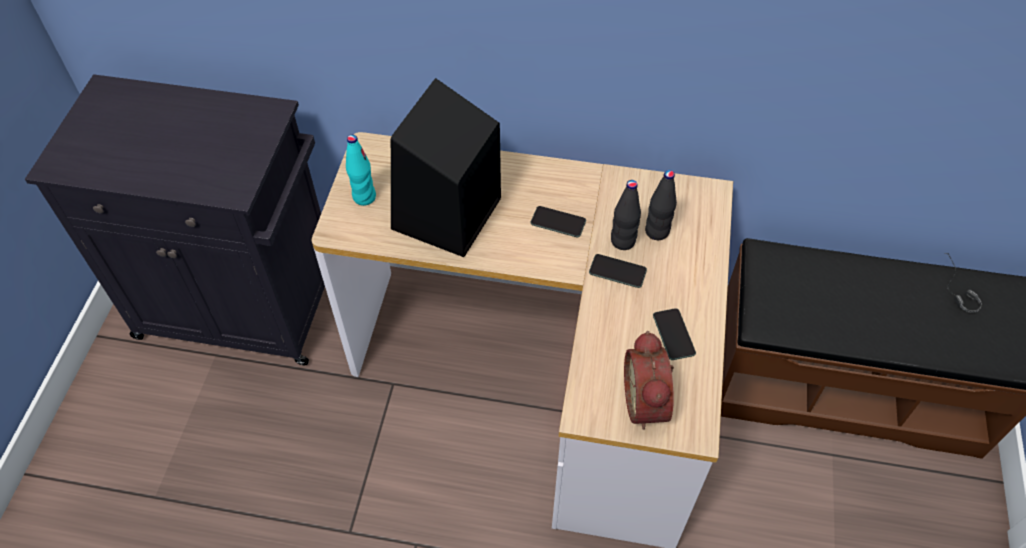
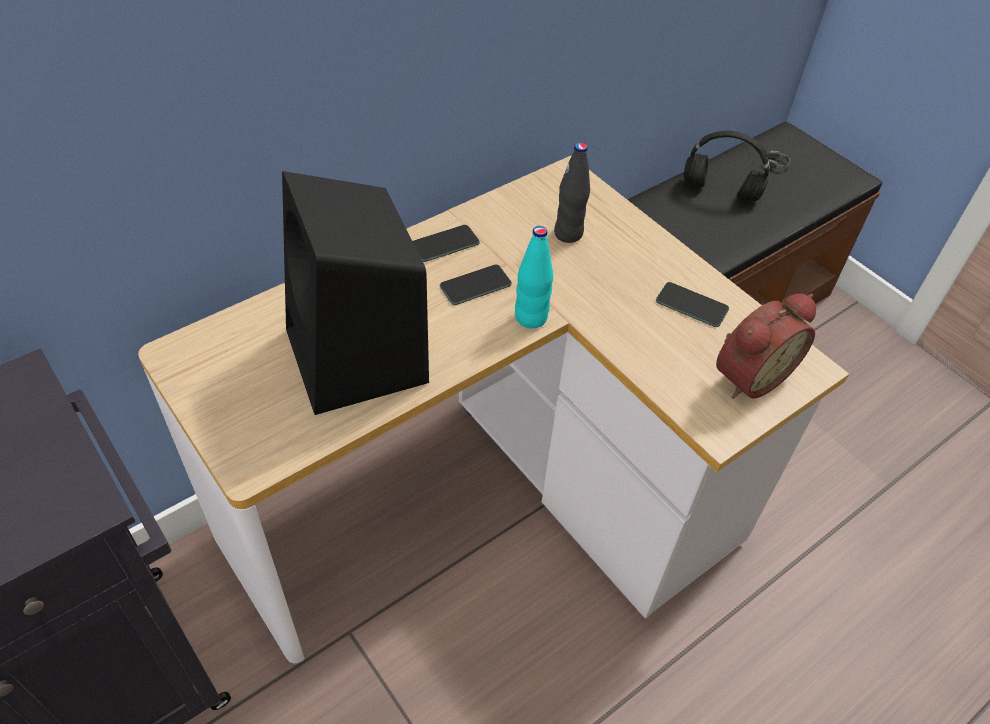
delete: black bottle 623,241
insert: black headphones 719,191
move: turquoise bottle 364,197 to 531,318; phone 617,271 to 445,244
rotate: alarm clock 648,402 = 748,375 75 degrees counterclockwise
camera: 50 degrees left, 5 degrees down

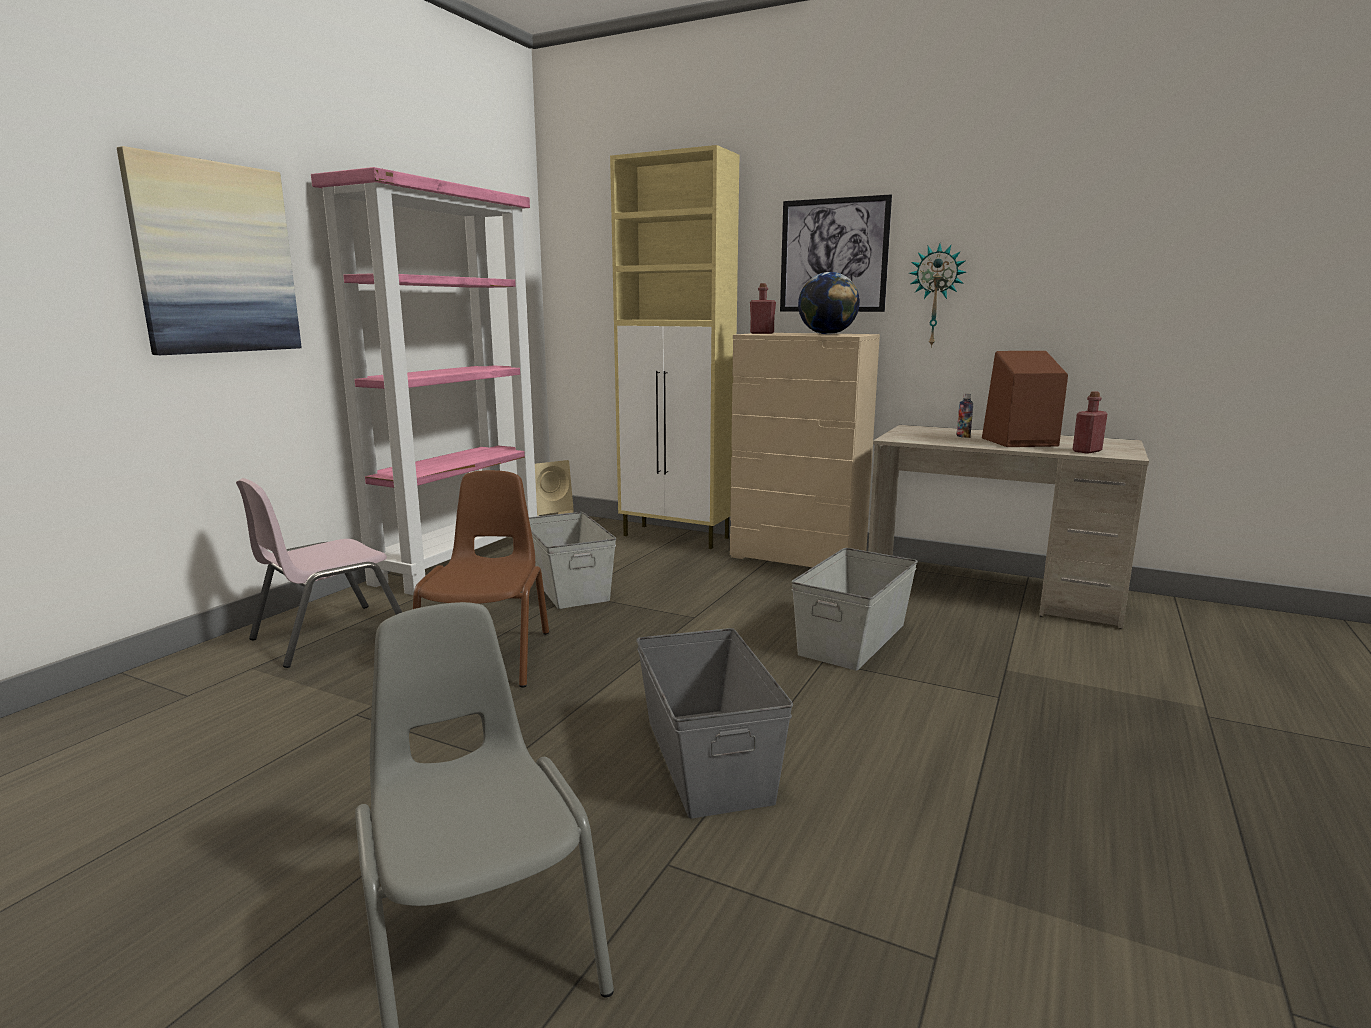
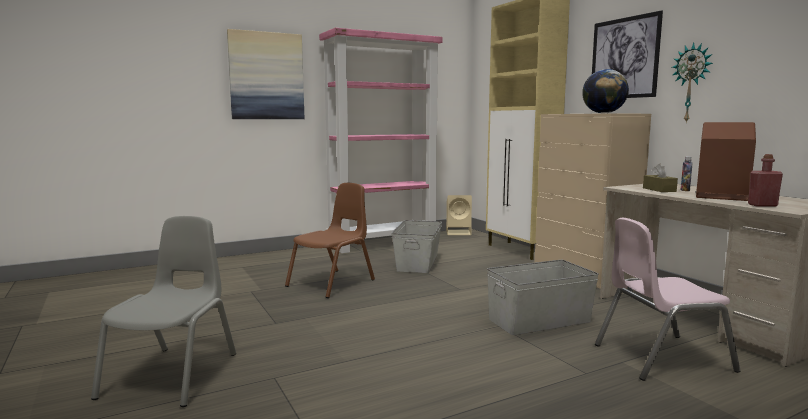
delete: red bottle 762,333; grey storage box 708,758
insert: brown tissue box 659,190
move: pink chair 329,635 to 661,357
camera: 35 degrees right, 5 degrees down

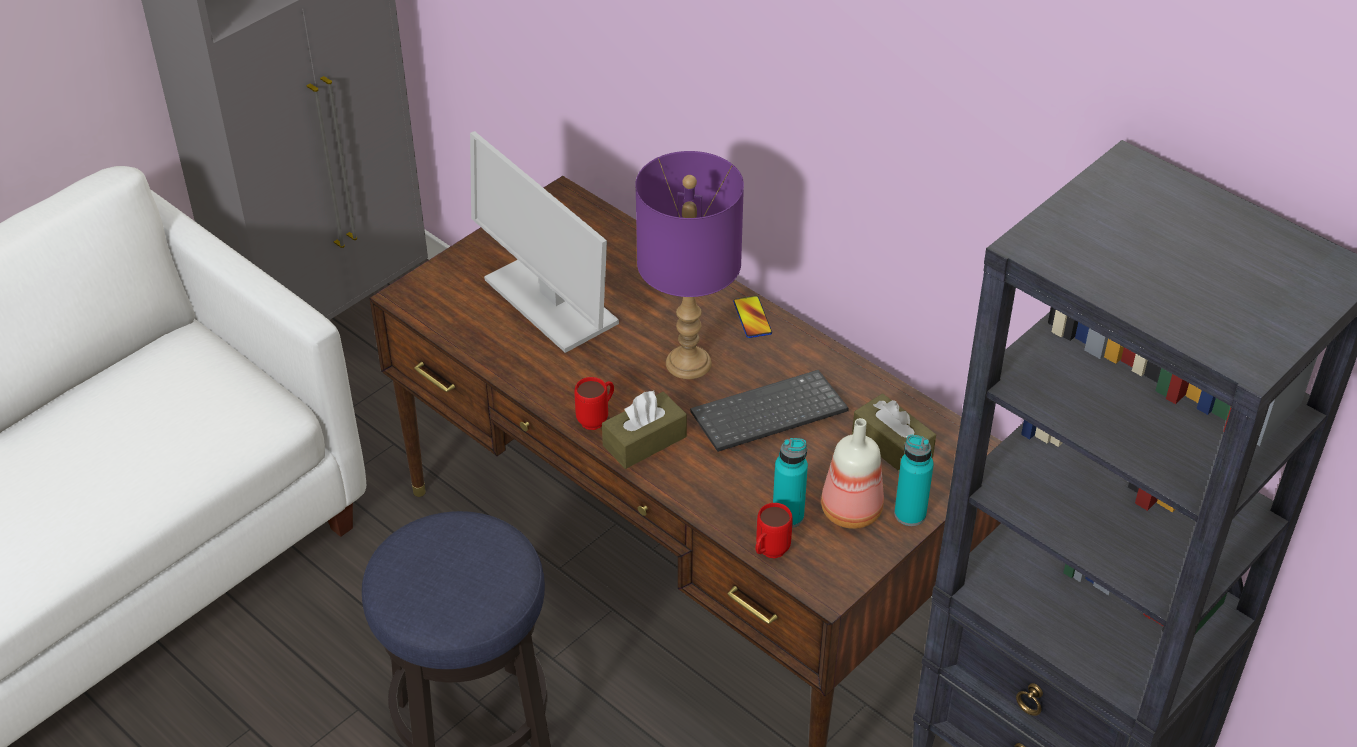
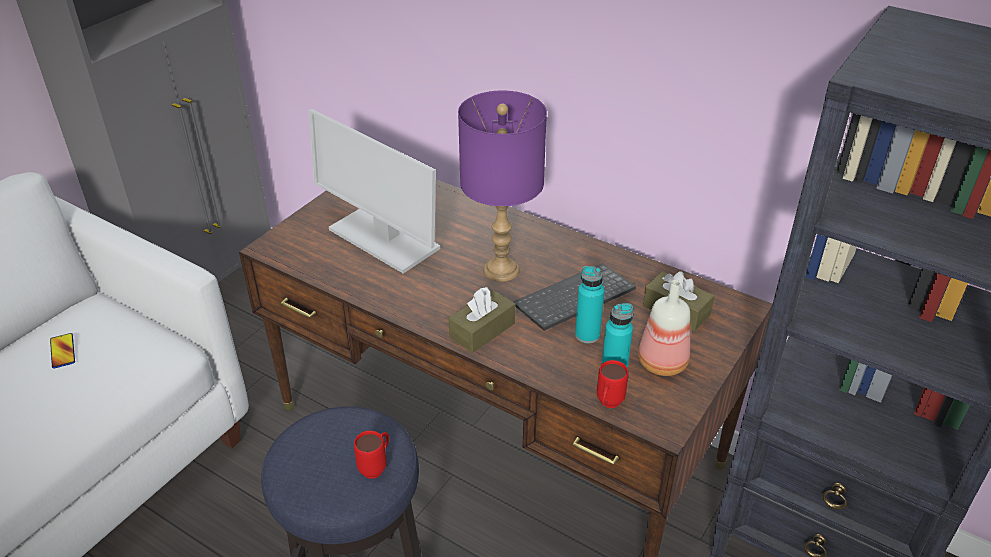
move: phone 752,318 to 63,351; red mug 597,419 to 376,466; turquoise bottle 910,514 to 587,335
camera: 10 degrees left, 5 degrees down

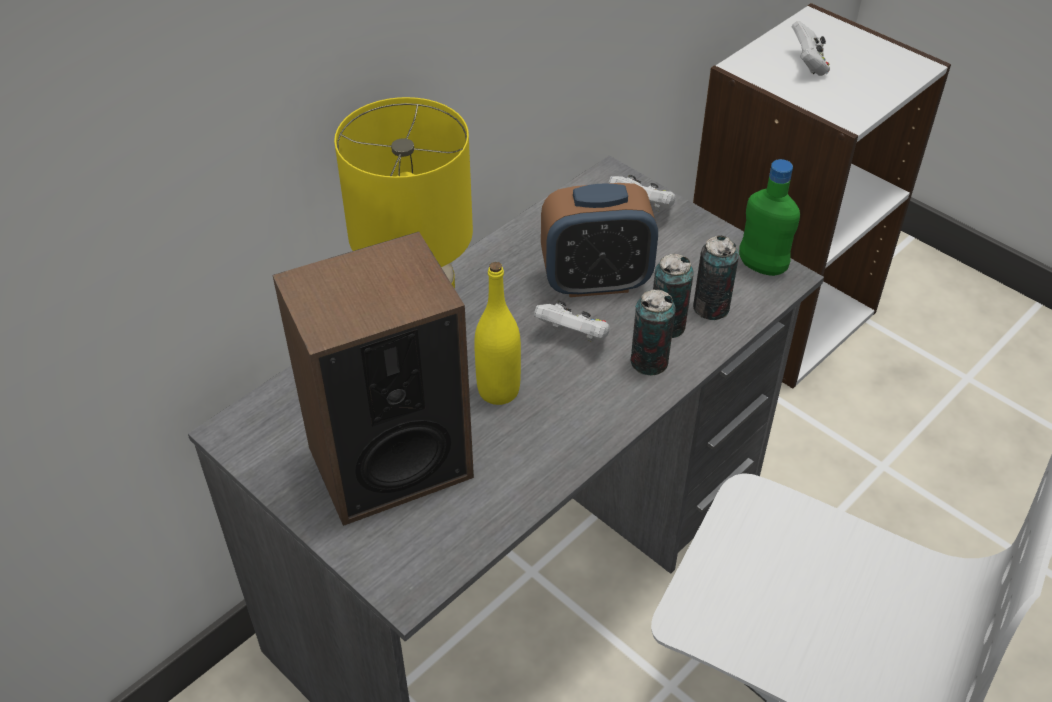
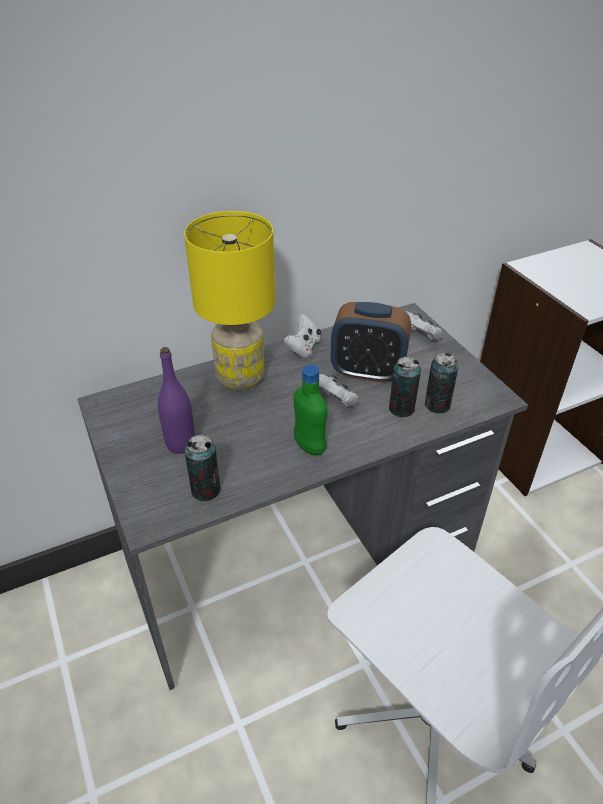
delete: yellow bottle 498,390
move: white game controller 808,65 to 303,348; green bottle 762,267 to 309,446; can 649,362 to 205,490
replace: speaker 389,462 to purple bottle 181,444
camera: 20 degrees right, 5 degrees down

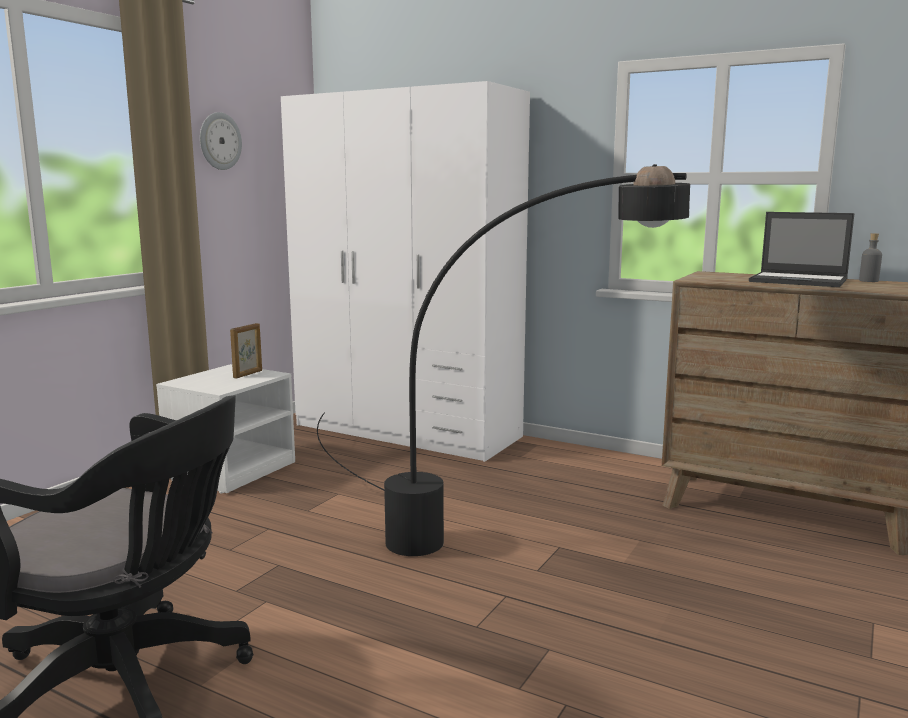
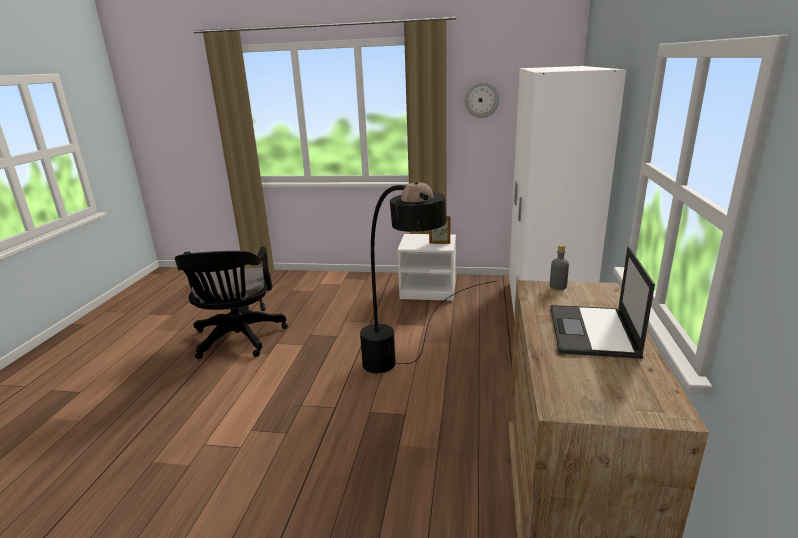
move: grey bottle 868,281 to 558,286
camera: 70 degrees right, 10 degrees up

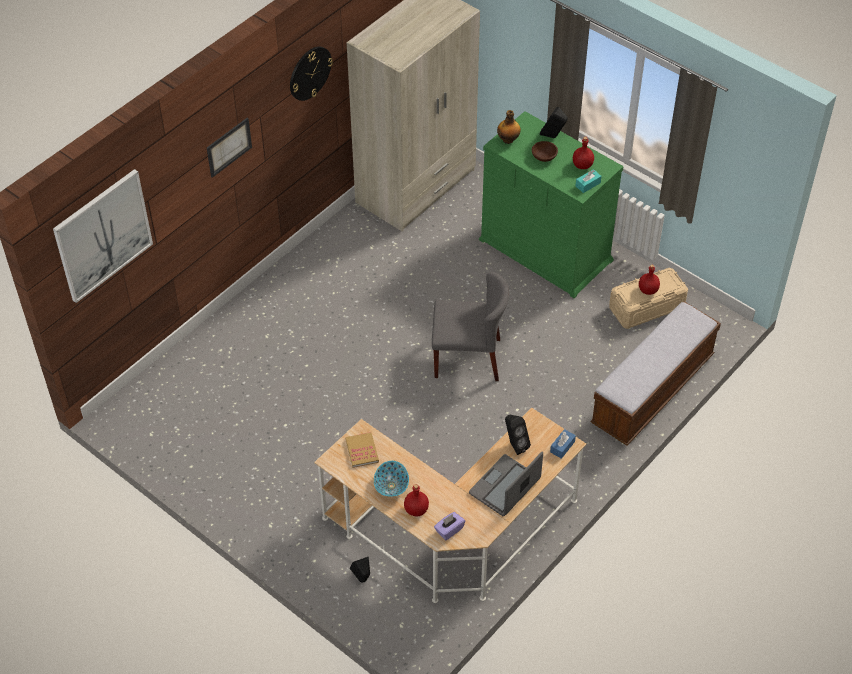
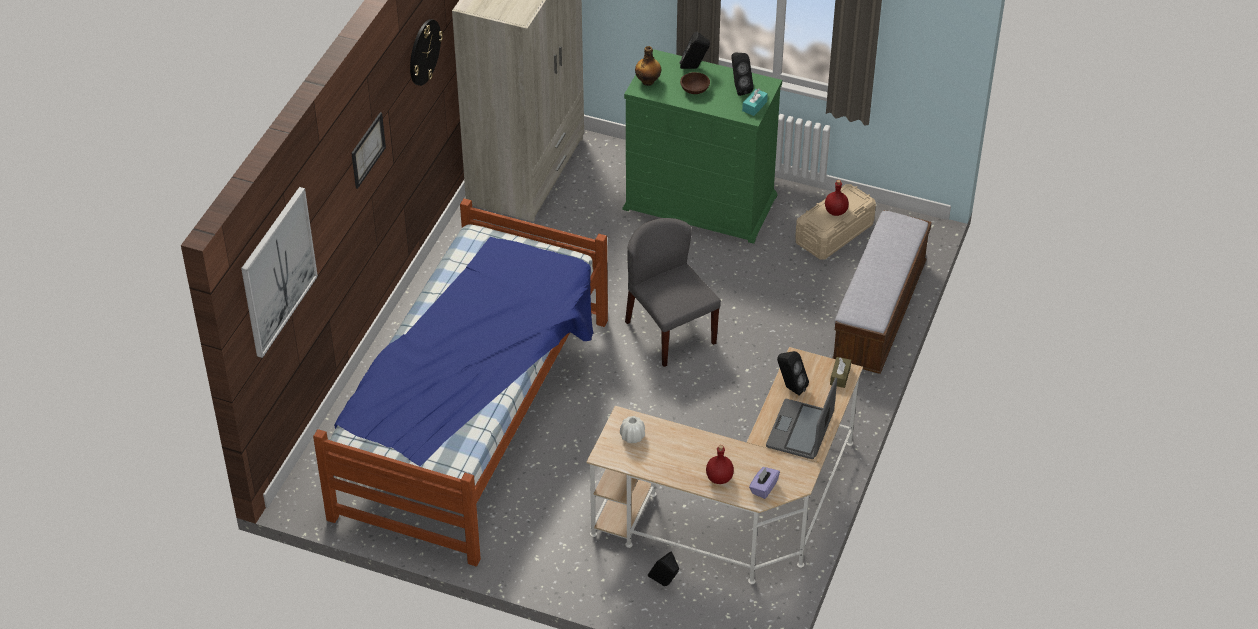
delete: bowl 391,486
insert: bed 475,417
replace: red bottle 582,165 to black speaker 739,88; book 362,451 to white vase 632,437
recolor: blue tissue box 562,447 to brown tissue box 840,376
rotate: grey chair 468,358 = 669,332 105 degrees counterclockwise
camera: 20 degrees left, 5 degrees down

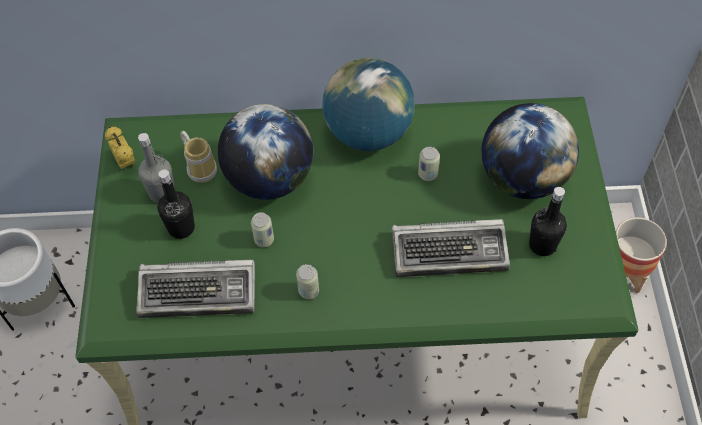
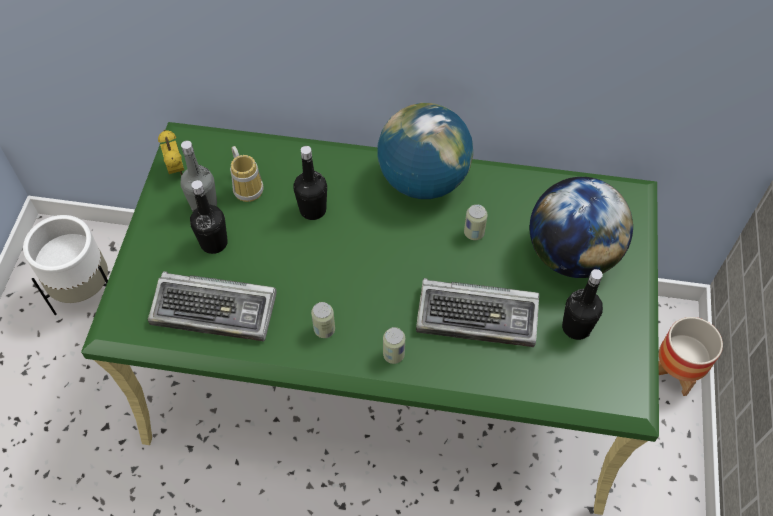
move: can 264,239 to 393,354
replace: globe 269,179 to black bottle 313,210
camera: 10 degrees right, 0 degrees up

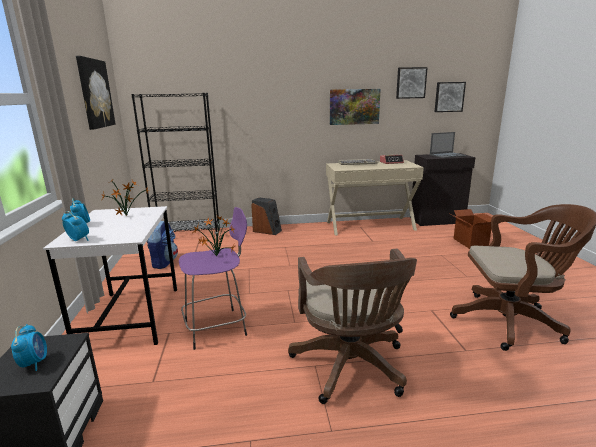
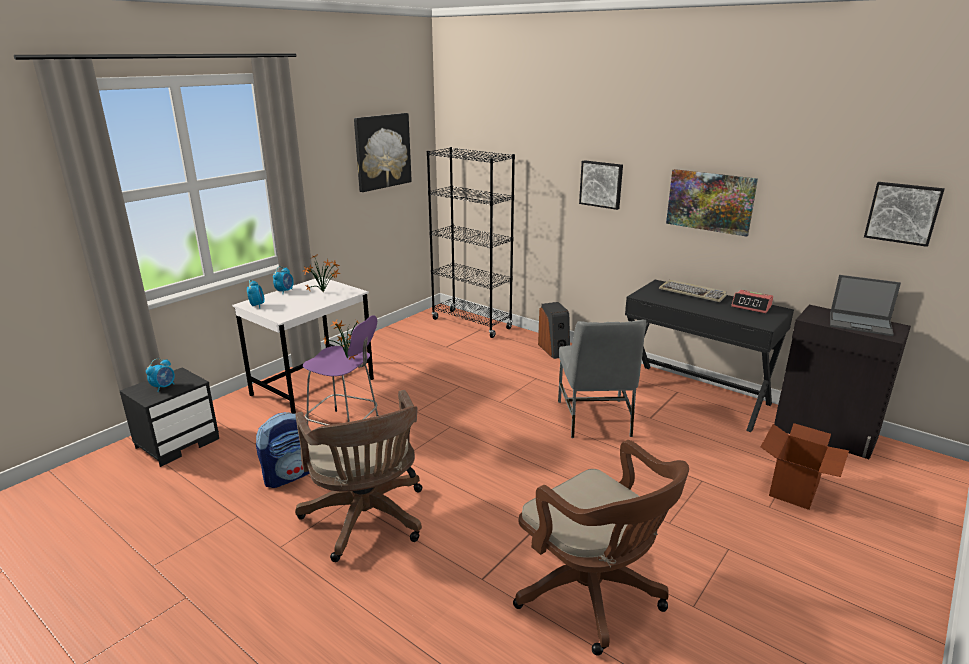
insert: grey chair 595,419
move: picture 410,83 to 601,184; backpack 164,262 to 289,475
recolor: beige desk 370,226 to black desk 694,395
rotate: brown office chair 351,368 = 367,521 60 degrees counterclockwise
camera: 45 degrees right, 5 degrees up

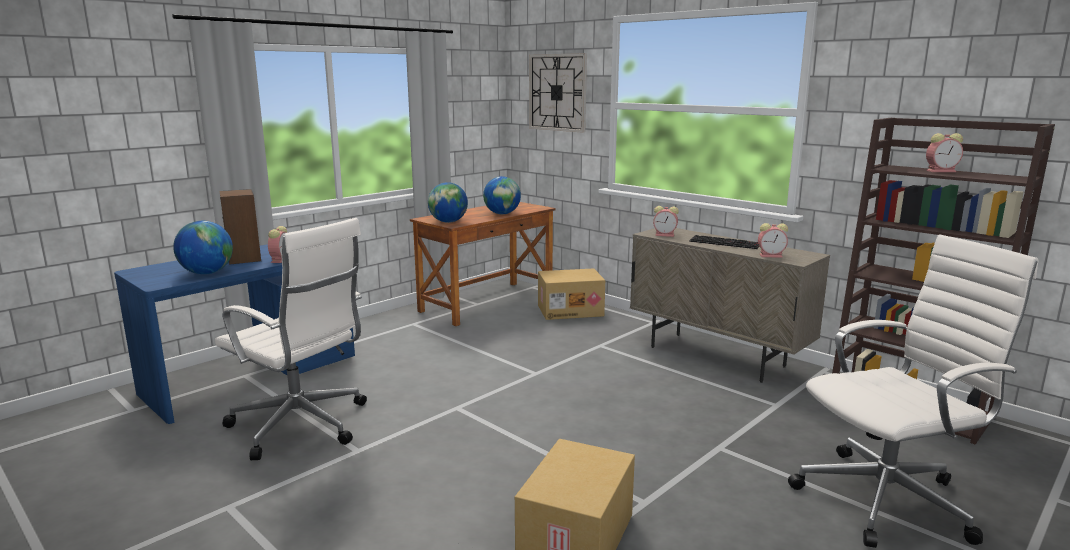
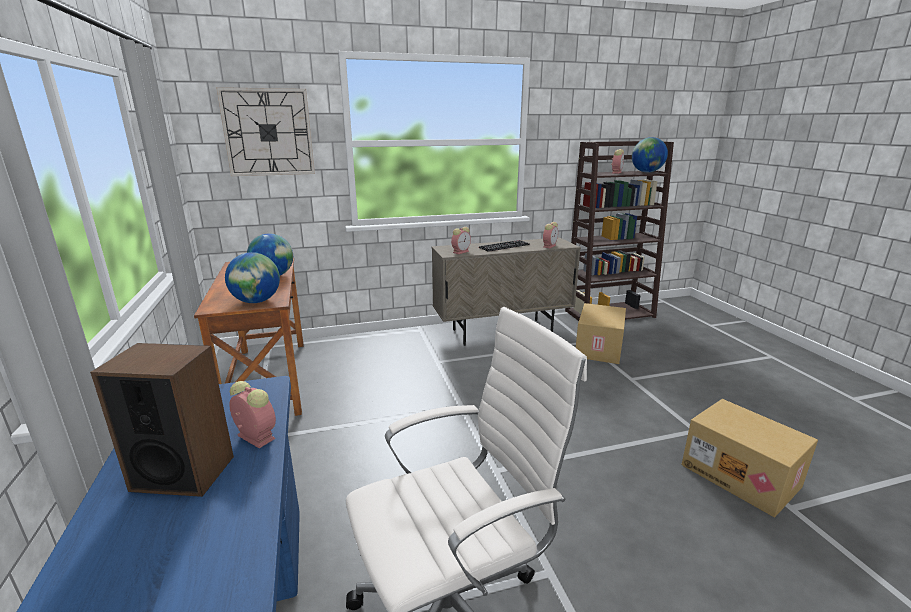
delete: white office chair 888,499
move: globe 207,273 to 647,172; cardboard box 570,310 to 597,348
camera: 60 degrees left, 5 degrees up

